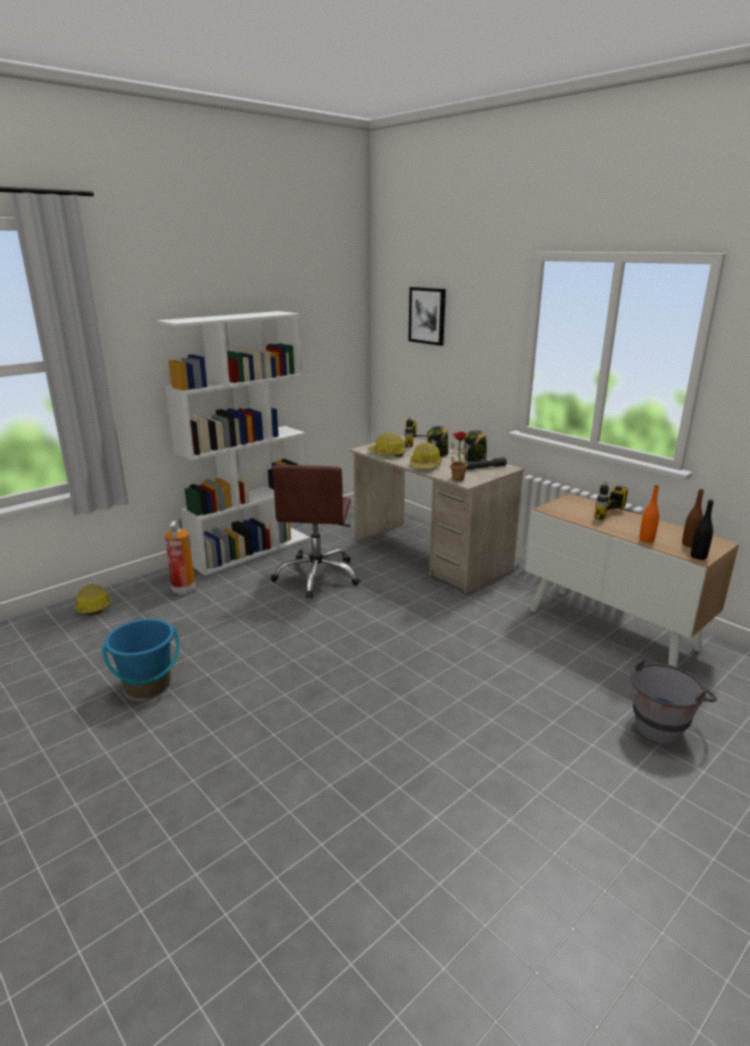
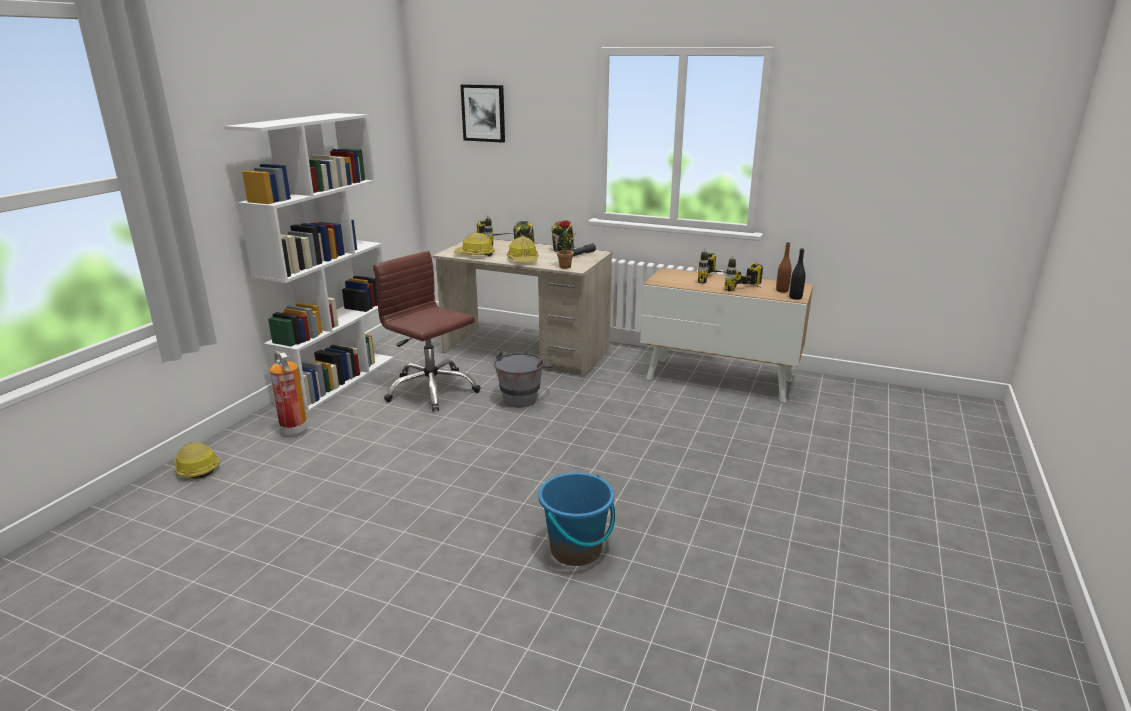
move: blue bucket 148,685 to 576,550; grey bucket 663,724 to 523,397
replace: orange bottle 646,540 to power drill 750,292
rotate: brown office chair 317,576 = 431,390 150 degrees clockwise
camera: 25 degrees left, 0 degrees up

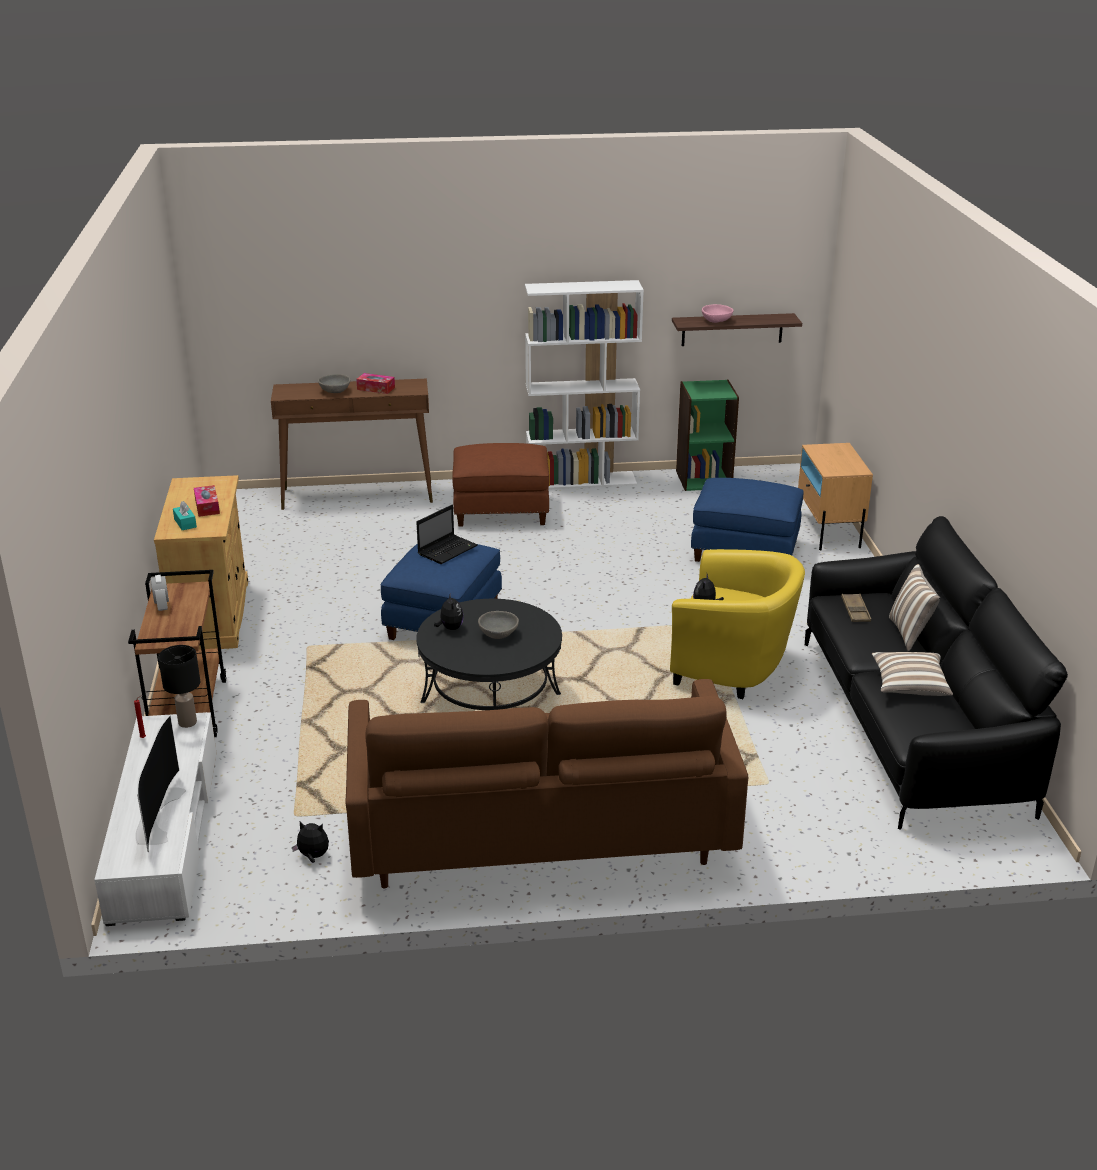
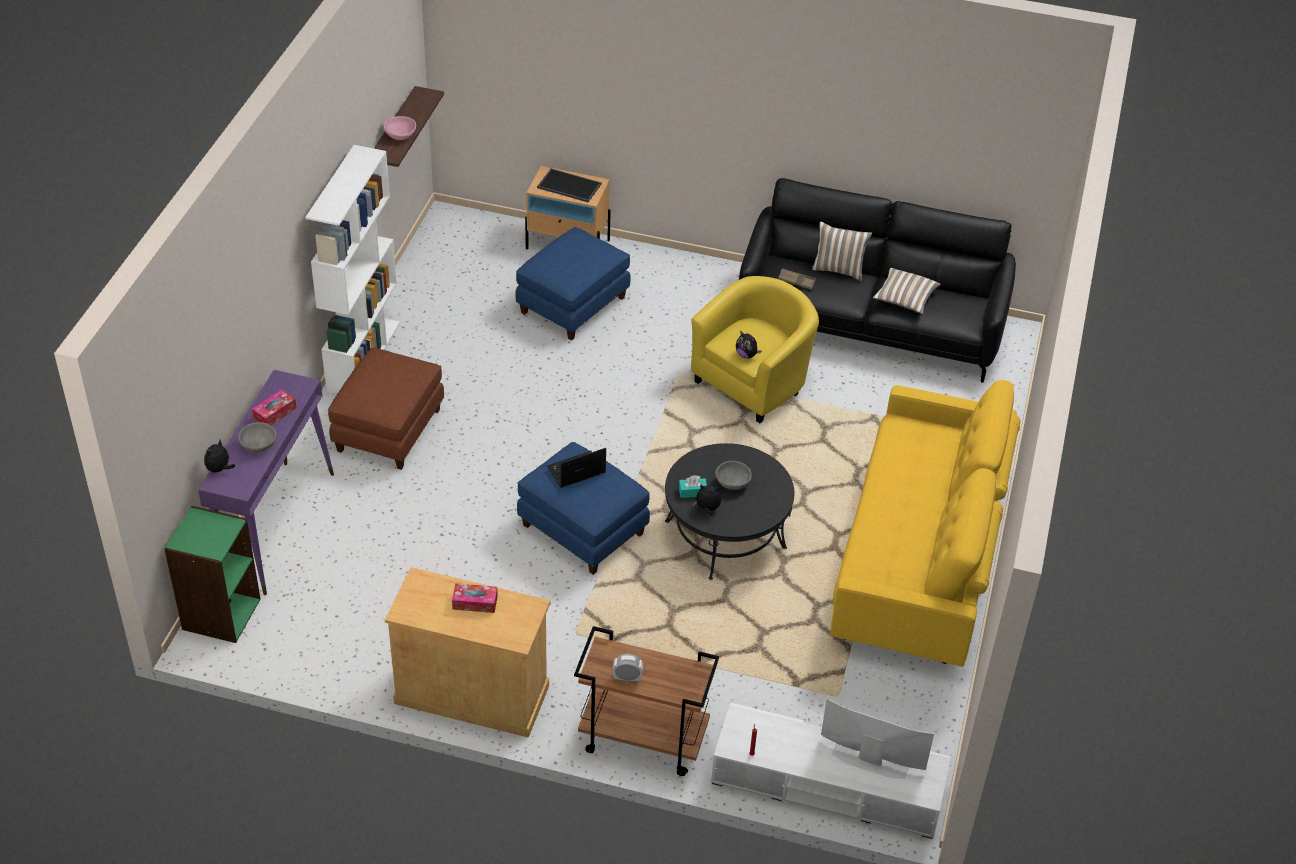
delete: black table lamp 187,723
insert: tray 568,186
move: green bookcase 703,479 to 220,614; turquoise tissue box 185,523 to 692,492; plush toy 313,856 to 219,469
recolor: brown console table 358,495 to purple console table 276,526; brown sofa 540,835 to yellow sofa 918,560
rotate: laptop 448,550 = 575,471 90 degrees counterclockwise
camera: 70 degrees left, 15 degrees up

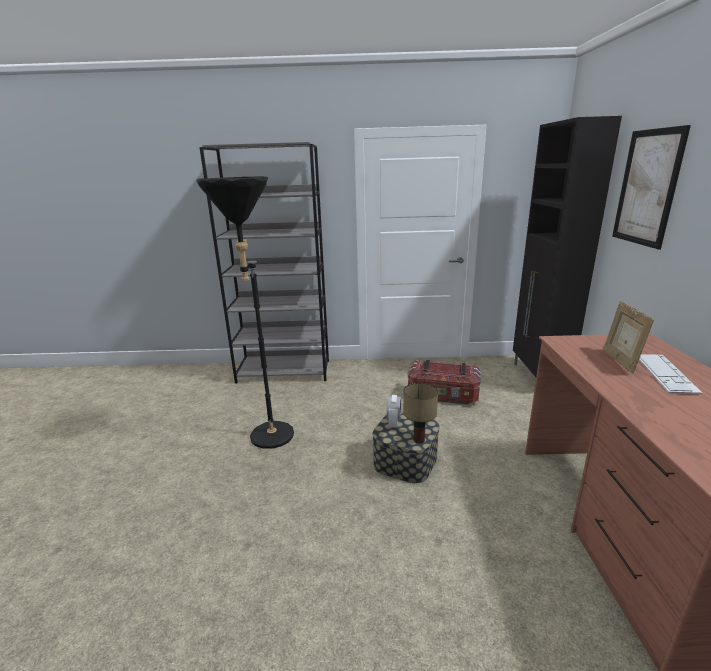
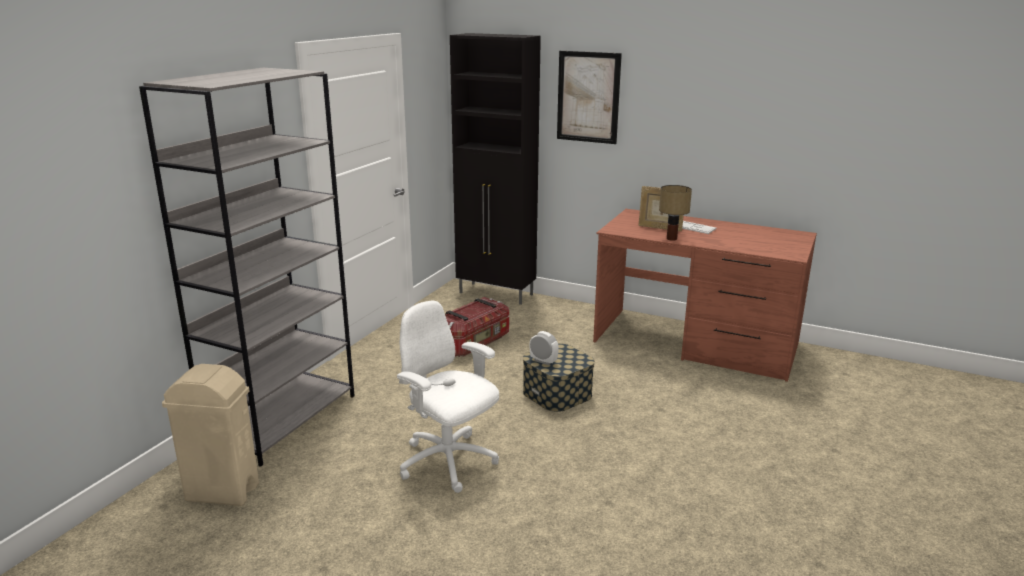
insert: beige trash can 222,492
move: table lamp 418,439 to 671,238
replace: black floor lamp 268,441 to white office chair 448,463
camera: 65 degrees left, 0 degrees up

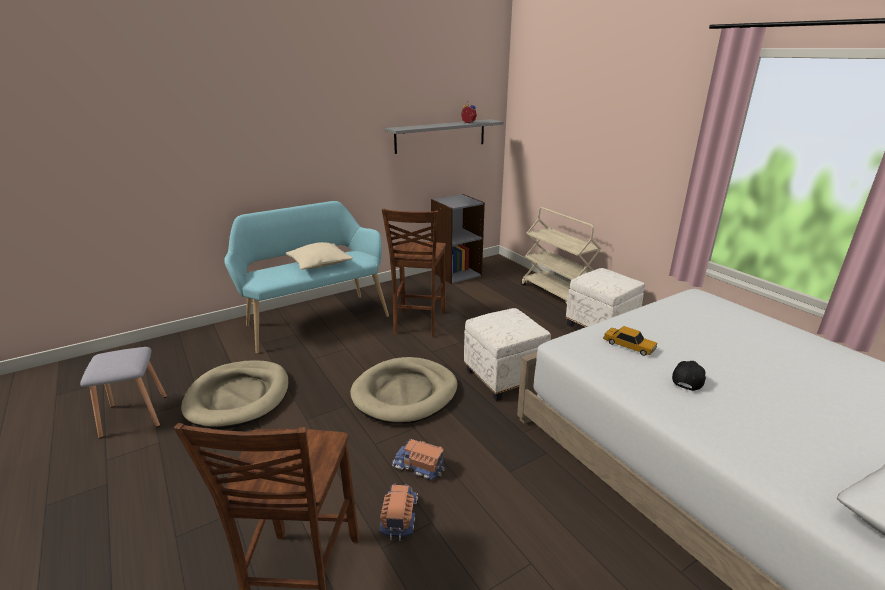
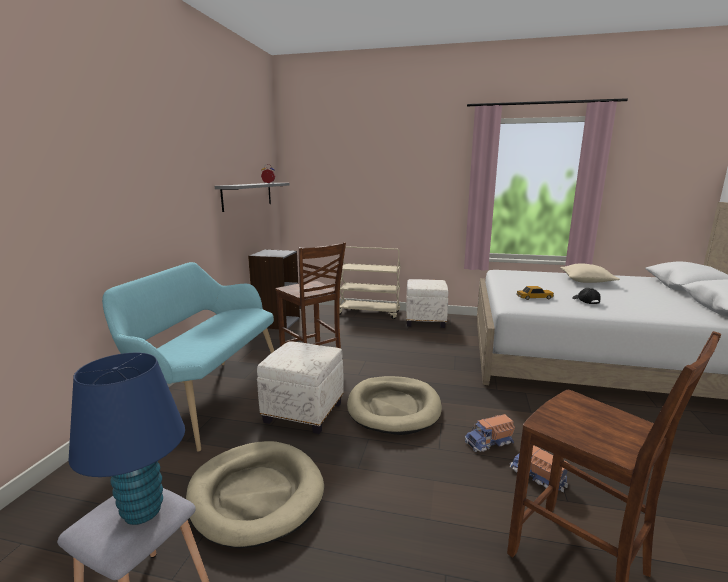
insert: blue table lamp 142,511
move: beige pillow 319,264 to 586,281; white ottoman 504,378 to 304,412
camera: 45 degrees left, 10 degrees down

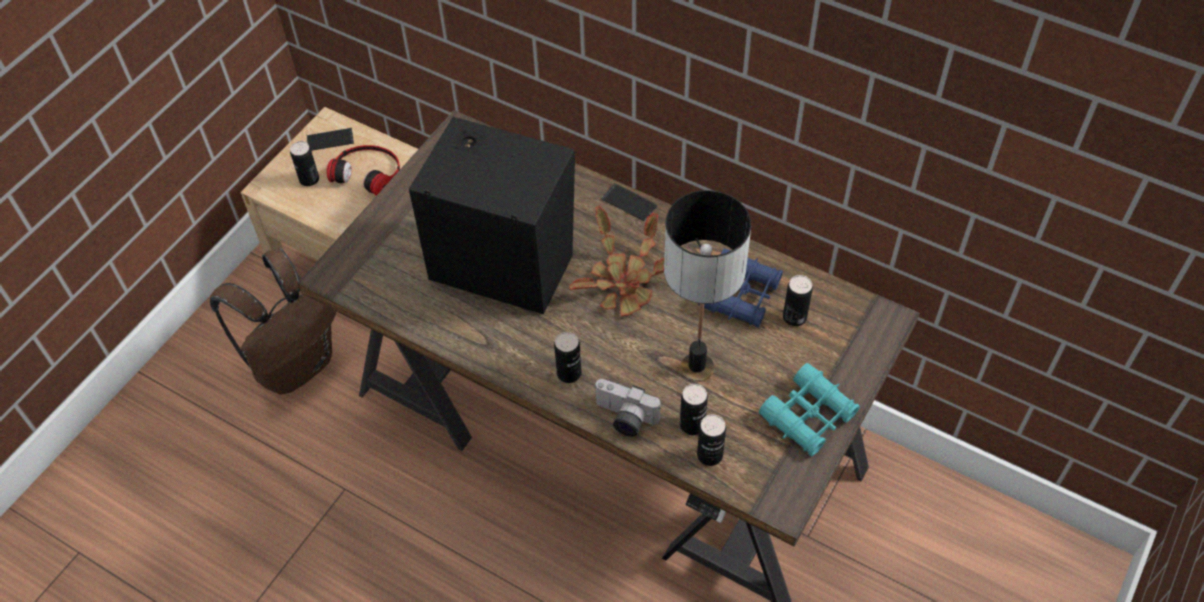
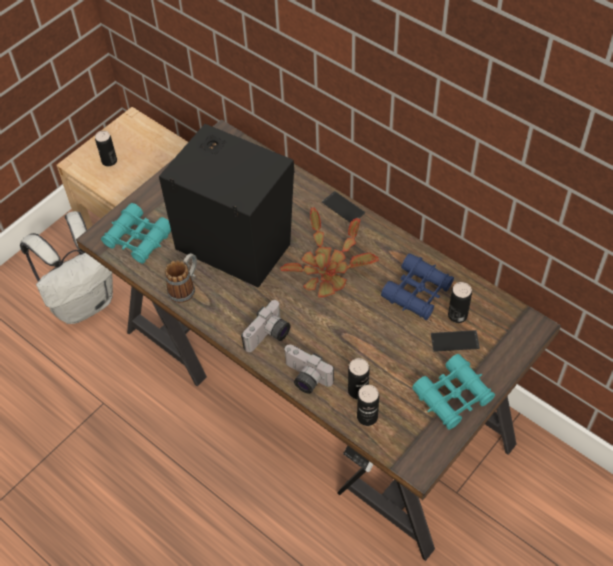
delete: headphones 368,172; table lamp 697,367
insert: turquoise binoculars 138,239; mug 185,287
move: phone 330,140 to 454,341
replace: can 569,373 to photo camera 269,336
recolor: brown backpack 296,364 to white backpack 84,302
camera: 10 degrees right, 0 degrees up

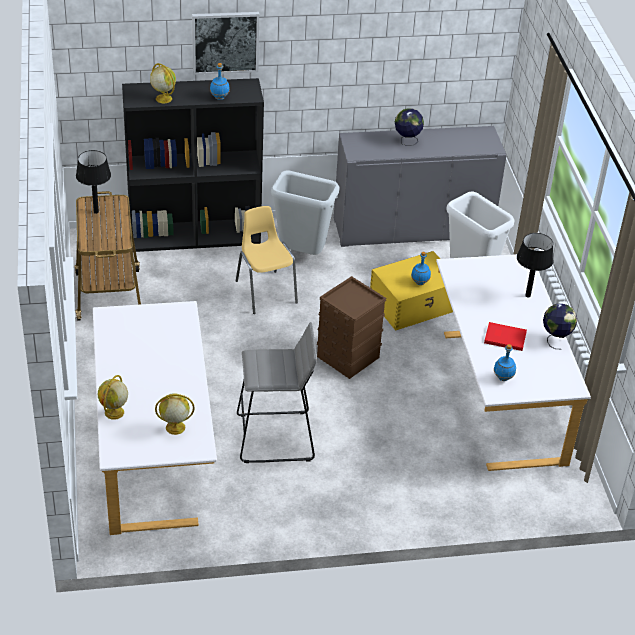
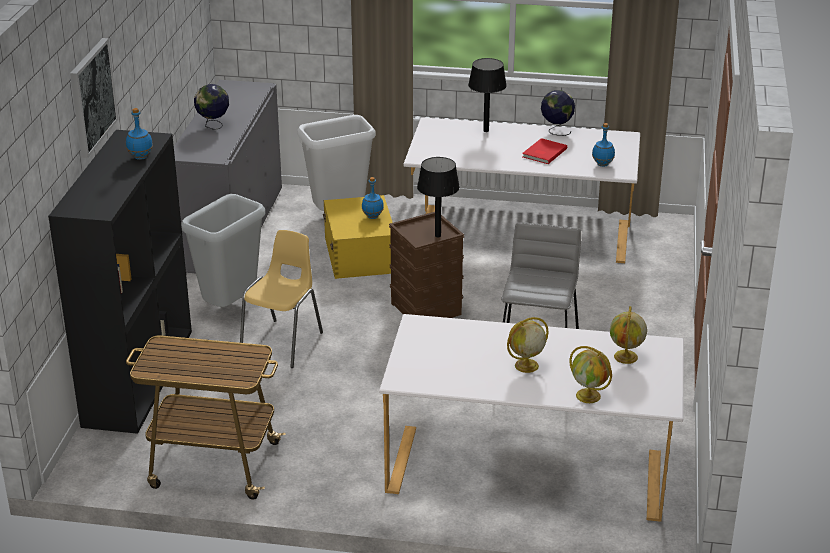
move: globe 163,98 to 526,366; black table lamp 96,212 to 437,236
rotate: yellow chair 265,291 = 283,343 120 degrees clockwise
camera: 70 degrees left, 10 degrees down

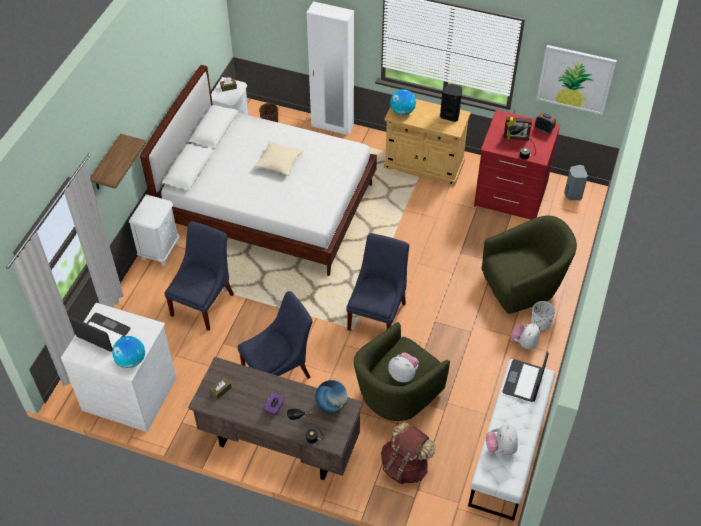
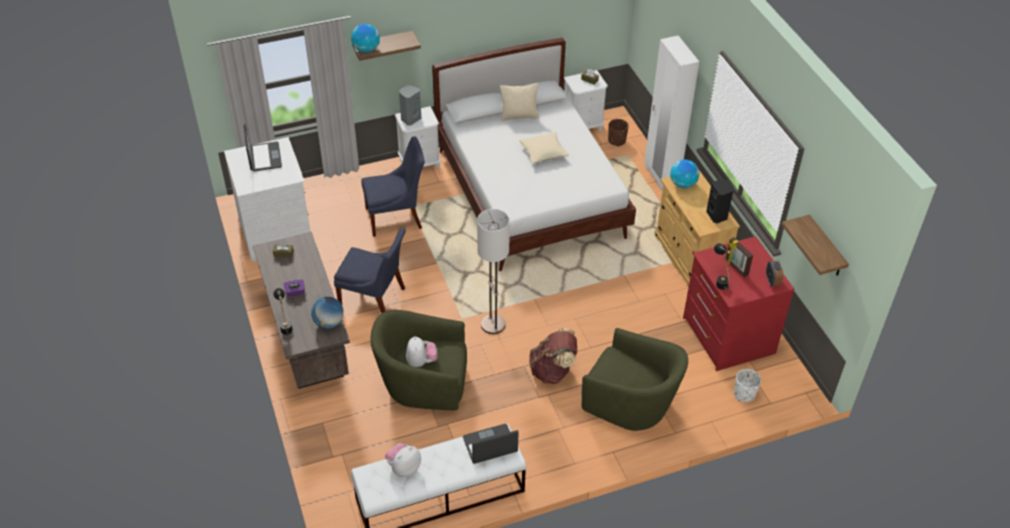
delete: plush toy 524,342
insert: beige pillow 519,116
move: grey speaker 572,194 to 410,119; white planter 540,323 to 744,394; globe 131,360 to 366,49; brown backpack 405,466 to 552,371
replace: picture 575,79 to shelf 826,247; blue chair 378,314 to floor lamp 493,325
camera: 50 degrees right, 5 degrees down

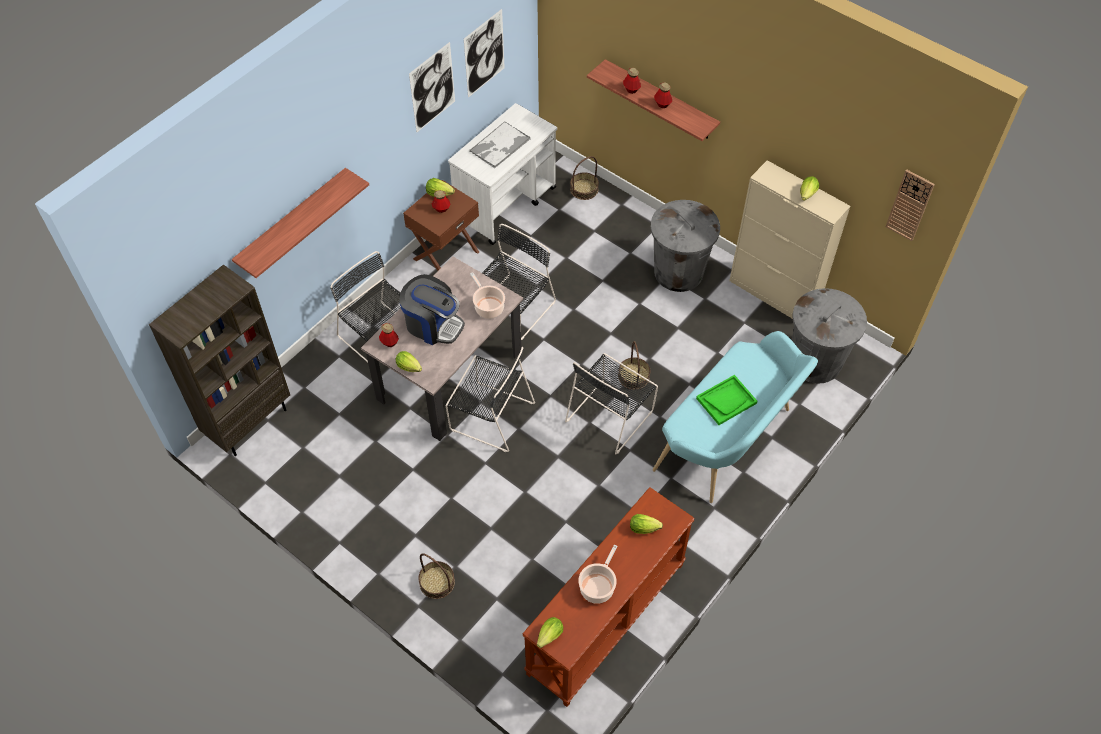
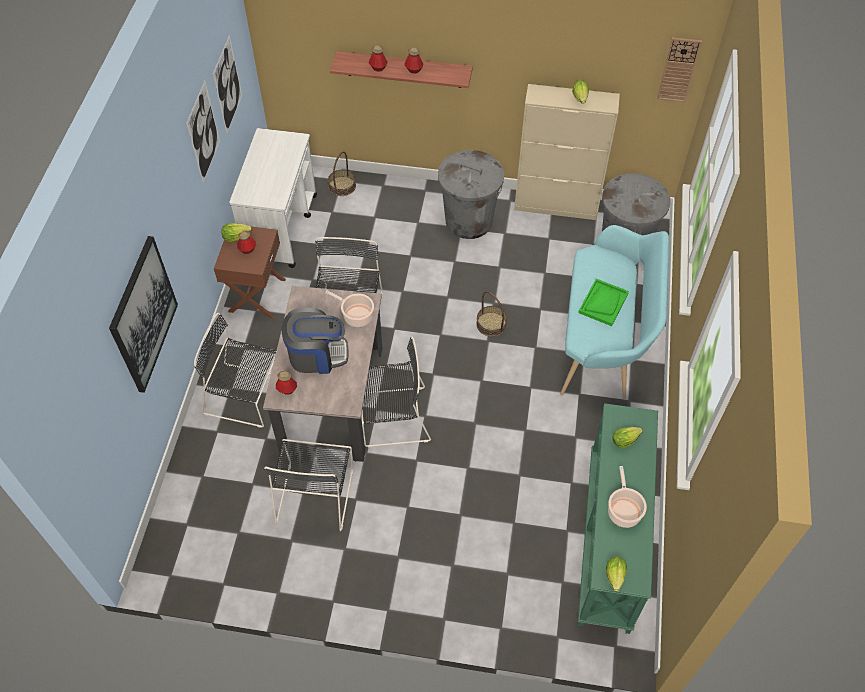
delete: tray 499,146; brown bookcase 249,422; lettuce 410,368; basket 437,582
move: black chair 611,414 to 315,493
replace: shelf 292,222 to picture 143,315
recolor: brown console table 607,619 to green console table 610,540
camera: 30 degrees left, 0 degrees up

